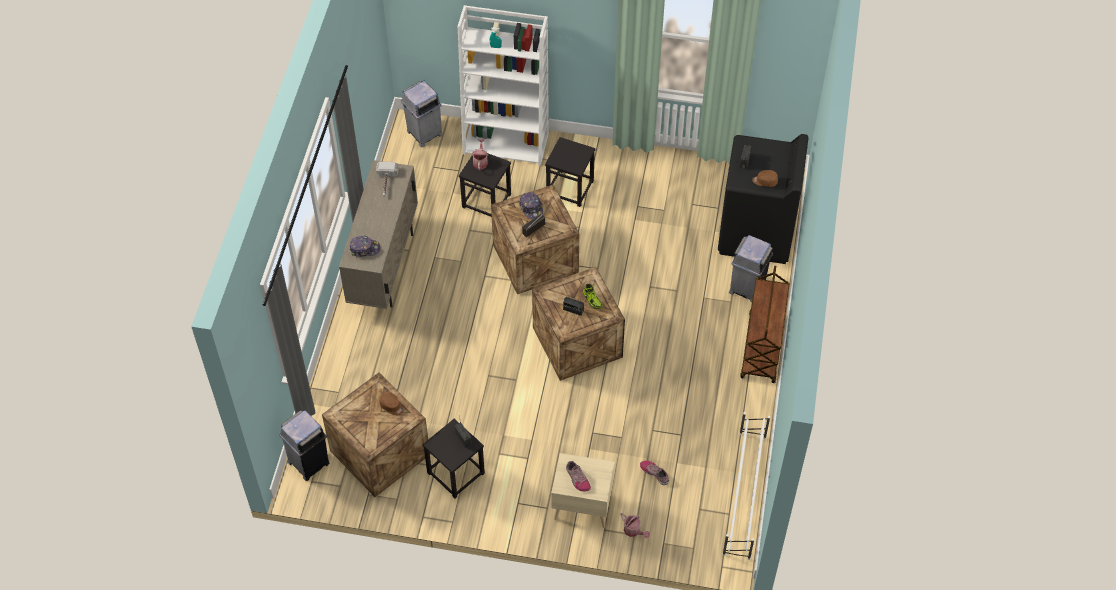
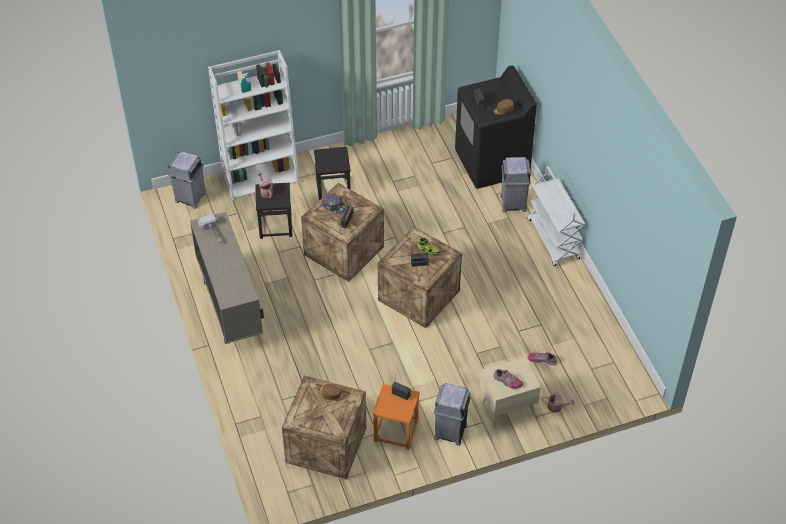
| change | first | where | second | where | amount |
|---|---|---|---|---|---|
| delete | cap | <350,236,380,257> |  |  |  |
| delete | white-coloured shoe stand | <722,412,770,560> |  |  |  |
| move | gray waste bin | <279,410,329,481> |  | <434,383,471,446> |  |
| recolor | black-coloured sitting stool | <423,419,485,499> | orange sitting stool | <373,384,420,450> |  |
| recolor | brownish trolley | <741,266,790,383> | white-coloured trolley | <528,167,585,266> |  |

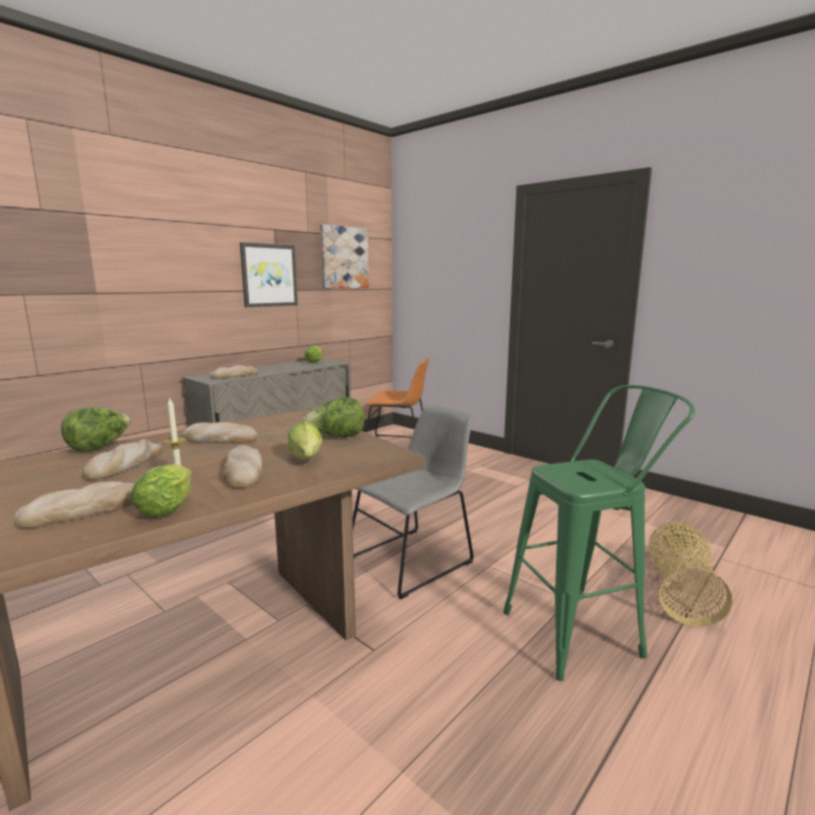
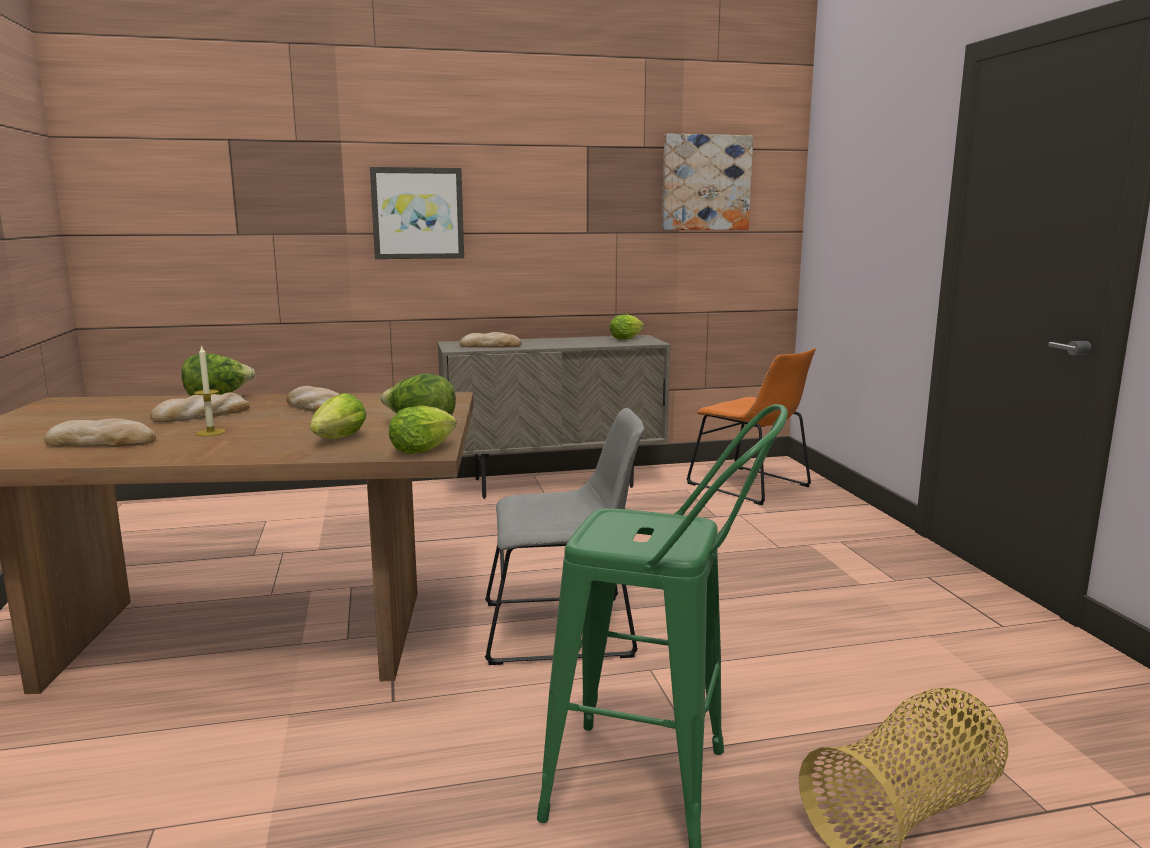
| change | first | where | second | where | amount |
|---|---|---|---|---|---|
| delete | baked bread | <224,445,262,488> |  |  |  |
| move | head of lettuce | <131,464,192,517> |  | <389,405,457,454> |  |
| move | picture | <240,242,298,307> |  | <370,167,464,259> |  |

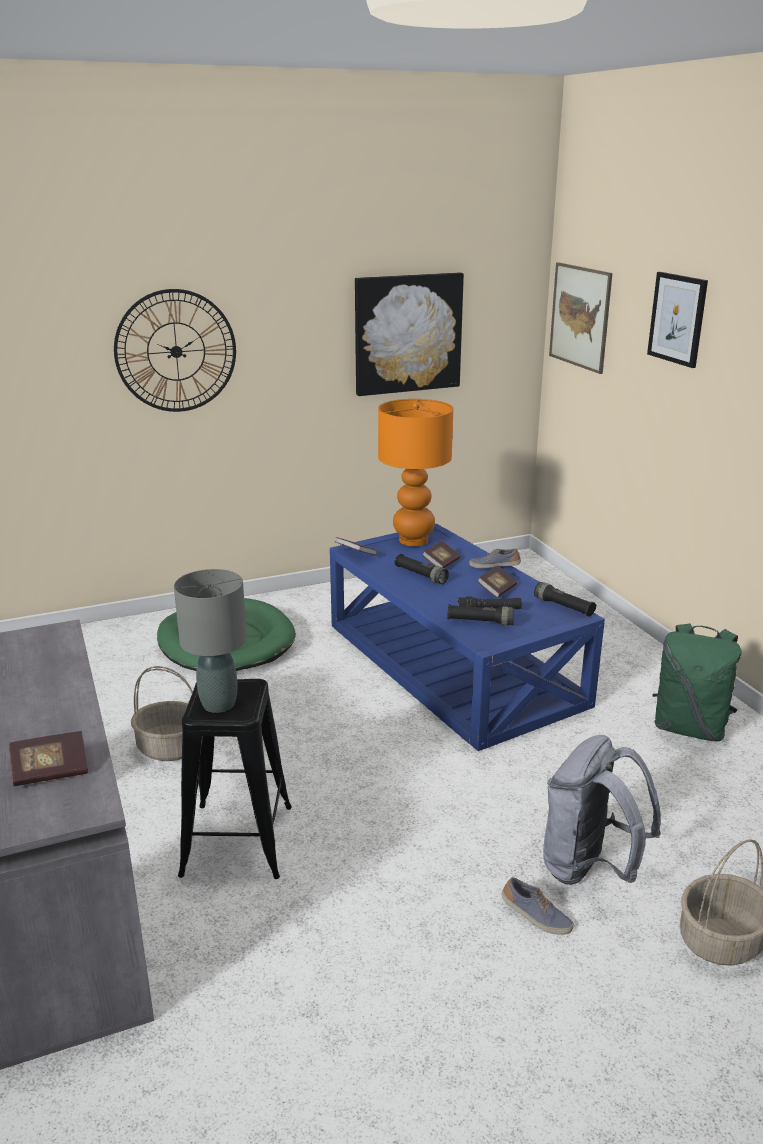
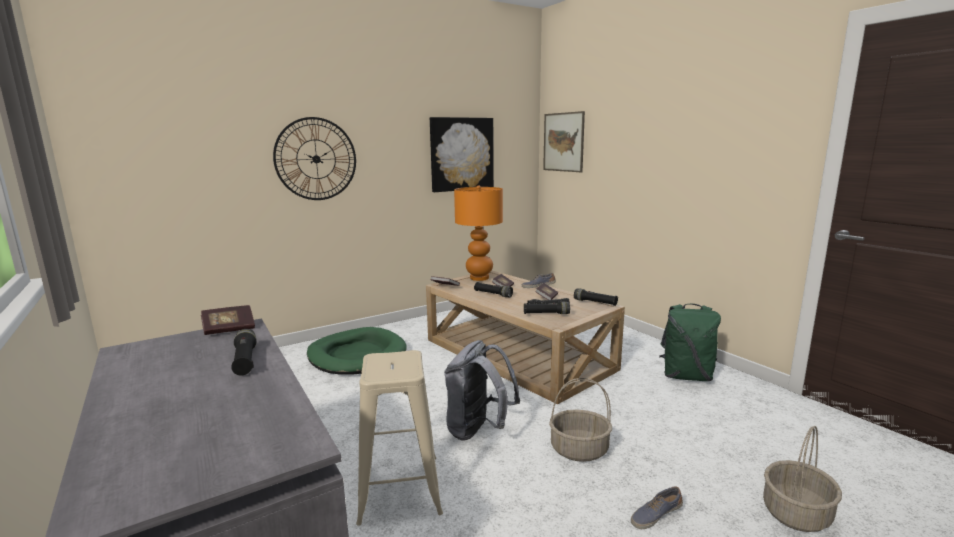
| change | first | where | second | where | amount |
|---|---|---|---|---|---|
| delete | gray table lamp | <174,569,247,713> |  |  |  |
| delete | picture | <647,272,708,368> |  |  |  |
| insert |  |  | black-coloured flashlight | <231,329,257,375> |  |
| move | book | <9,731,88,786> |  | <201,305,255,335> |  |
| move | storage basket | <131,666,193,761> |  | <549,378,612,462> |  |
| move | gray backpack | <543,735,661,885> |  | <444,340,520,440> |  |
| recolor | black-coloured sitting stool | <178,679,292,879> | sand-coloured sitting stool | <356,350,443,526> |  |
| recolor | blue-coloured low table | <330,524,605,751> | sand-coloured low table | <426,271,625,404> |  |
| rotate | shoe | <502,877,574,935> |  | <631,486,683,529> | 135 degrees clockwise |

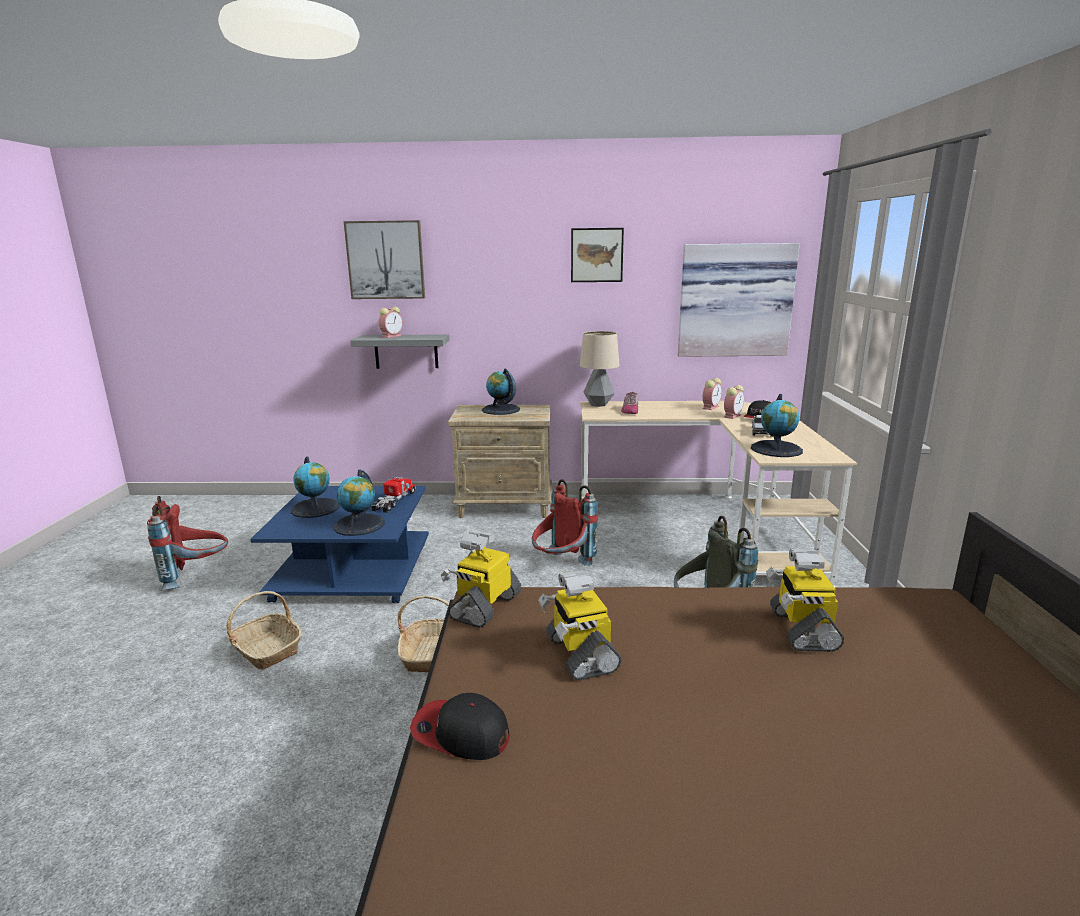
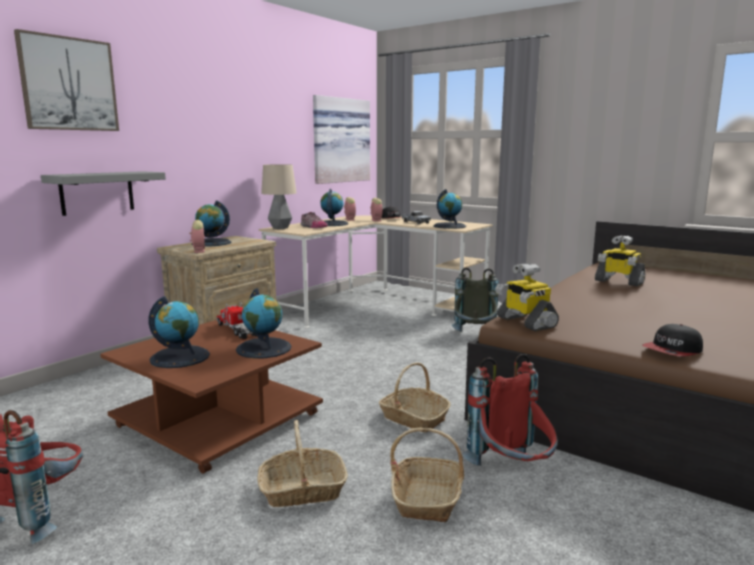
| change | first | where | second | where | amount |
|---|---|---|---|---|---|
| delete | robot figure | <538,570,621,681> |  |  |  |
| delete | picture | <571,228,624,282> |  |  |  |
| insert |  |  | world globe | <320,189,348,226> |  |
| insert |  |  | storage basket | <390,428,464,522> |  |
| move | alarm clock | <379,307,403,338> |  | <189,220,205,253> |  |
| move | red-coloured backpack | <532,479,598,566> |  | <462,354,558,466> |  |
| recolor | blue-coloured low table | <250,486,429,603> | brownish low table | <100,320,323,474> |  |

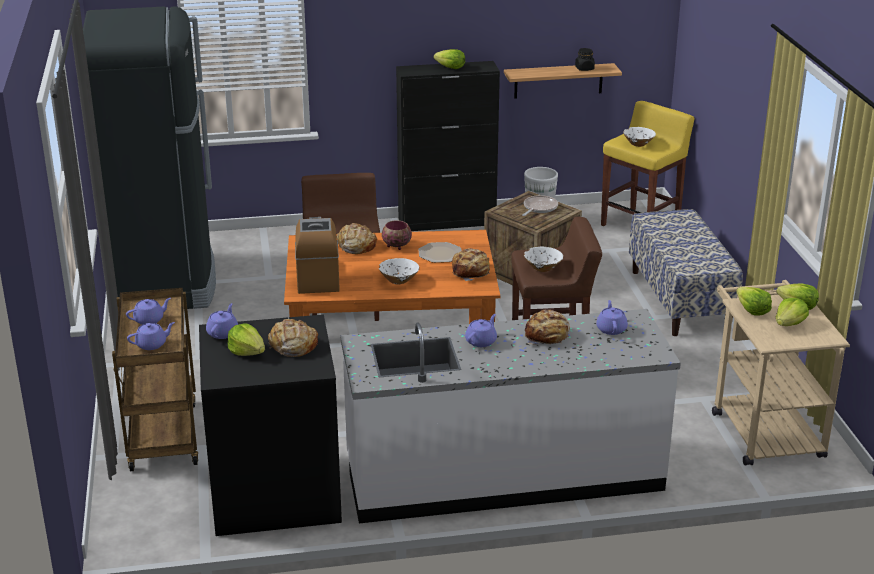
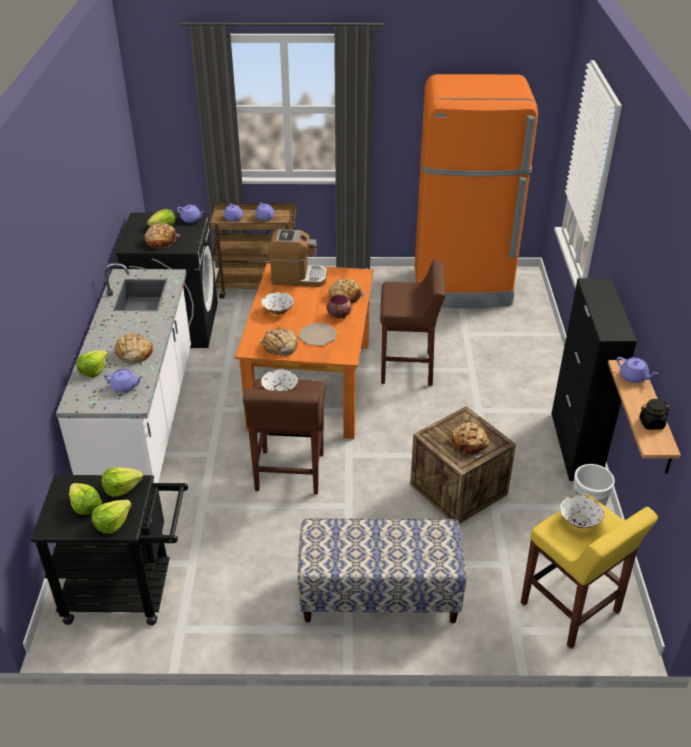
| change | first | where | second | where | amount |
|---|---|---|---|---|---|
| move | head of lettuce | <434,49,465,69> |  | <76,350,108,377> |  |
| move | purplish pot for tea | <465,314,497,347> |  | <617,357,659,383> |  |
| replace | frying pan | <523,195,558,216> | baked bread | <450,423,489,458> |  |
| recolor | black-coloured fridge | <83,6,216,309> | orange fridge | <415,74,538,308> |  |
| recolor | sand-coloured trolley | <712,280,850,466> | black-coloured trolley | <31,475,188,625> |  |

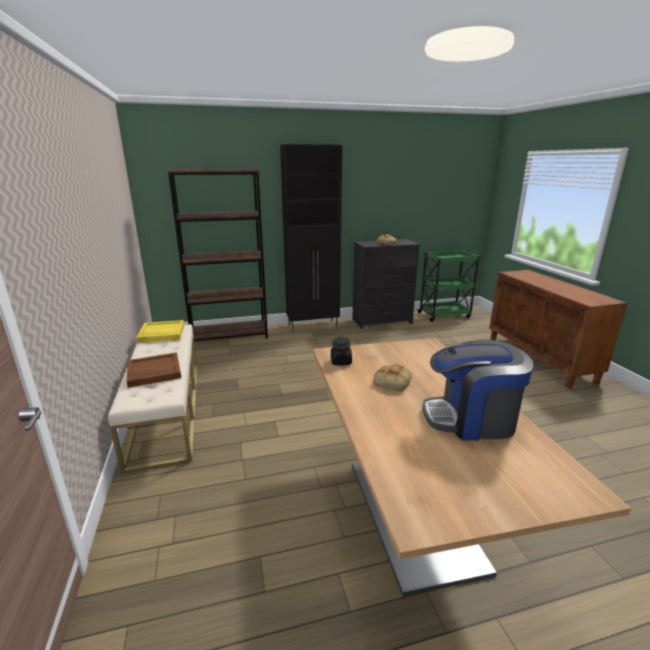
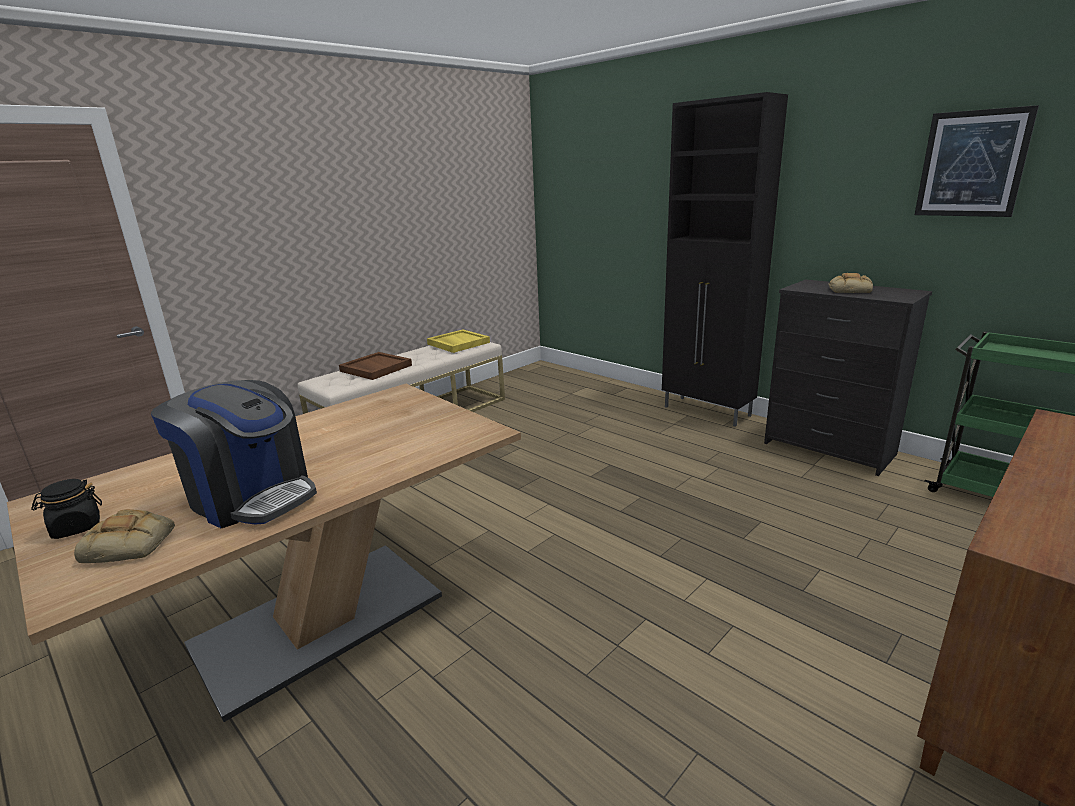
| change | first | where | second | where | amount |
|---|---|---|---|---|---|
| delete | brownish bookshelf | <167,169,268,341> |  |  |  |
| insert |  |  | picture | <915,105,1039,217> |  |
| move | black-coloured jar | <331,337,352,365> |  | <31,479,102,539> |  |
| move | baked bread | <373,363,412,392> |  | <74,509,175,563> |  |
| rotate | coffee maker | <422,340,533,441> |  | <151,380,317,528> | 150 degrees clockwise |

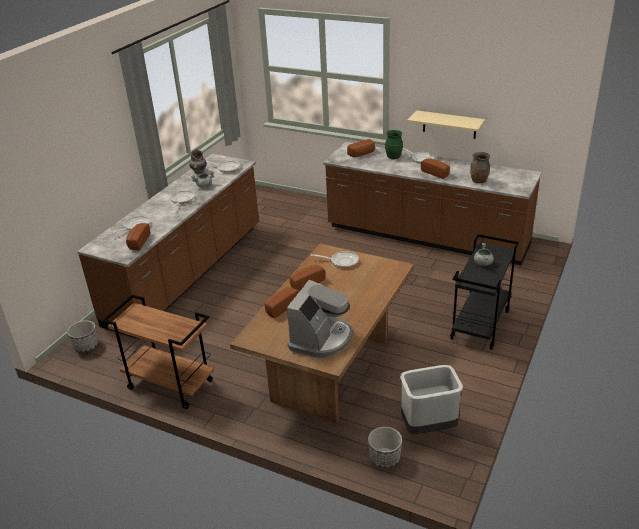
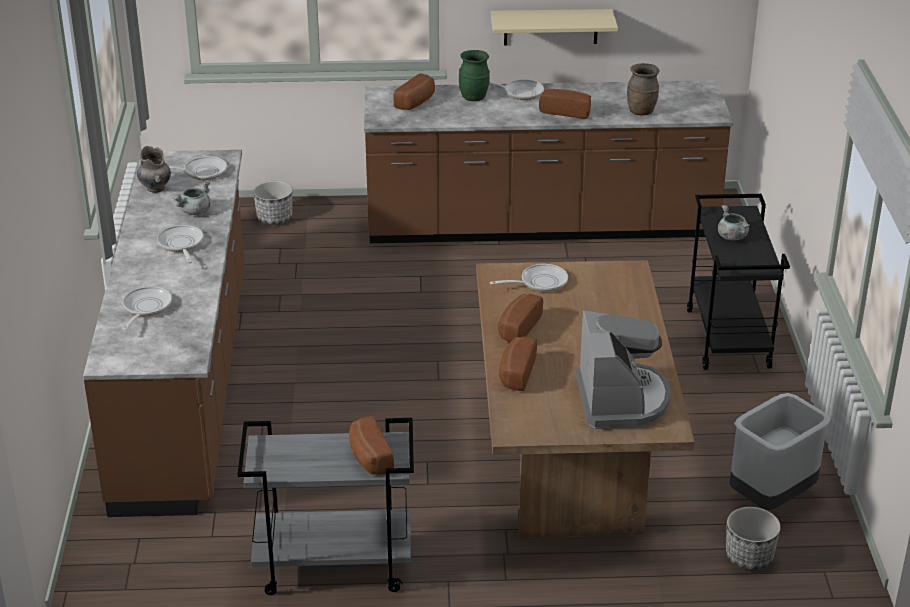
| change | first | where | second | where | amount |
|---|---|---|---|---|---|
| move | planter | <67,320,98,353> |  | <253,181,293,225> |  |
| move | baked bread | <126,223,150,250> |  | <349,416,394,475> |  |
| recolor | brownish trolley | <103,294,214,409> | gray trolley | <238,418,414,595> |  |

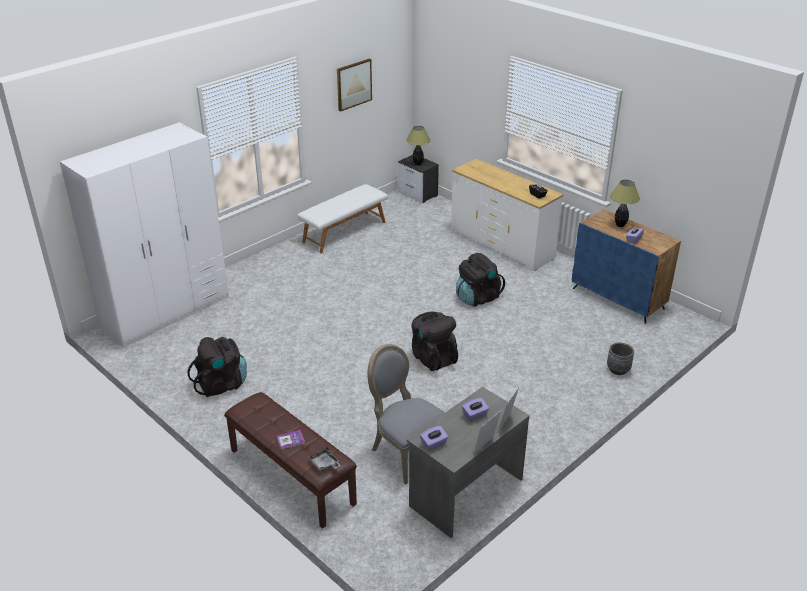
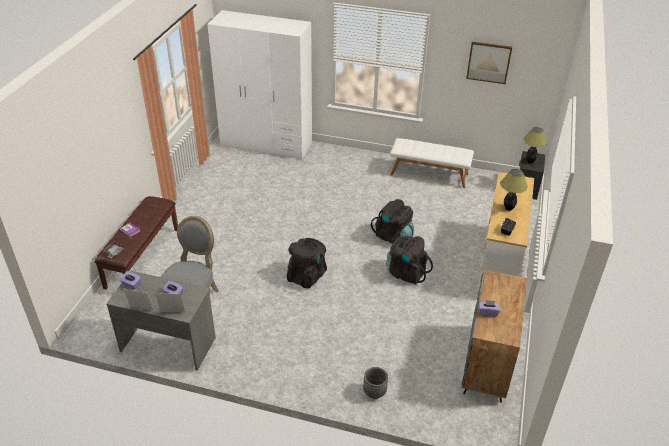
| change | first | where | second | where | amount |
|---|---|---|---|---|---|
| move | black-coloured backpack | <188,337,247,397> |  | <371,199,414,243> |  |
| move | table lamp | <610,180,640,227> |  | <500,169,528,211> |  |
| recolor | blue-coloured cupboard | <572,209,681,324> | gray cupboard | <462,270,527,403> |  |

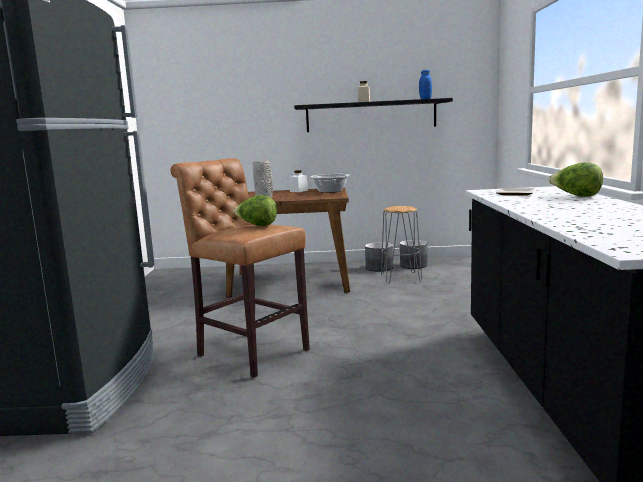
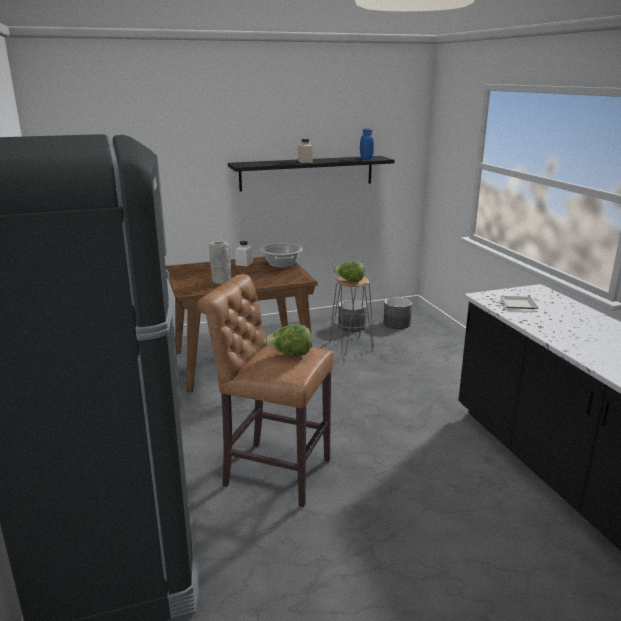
| change | first | where | second | where | amount |
|---|---|---|---|---|---|
| move | gray planter | <365,242,393,272> |  | <384,297,412,329> |  |
| move | head of lettuce | <549,162,603,197> |  | <334,261,365,282> |  |

